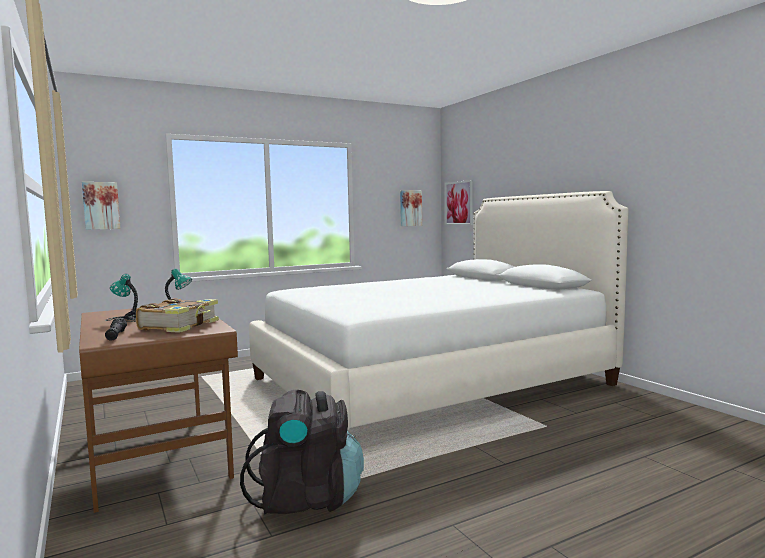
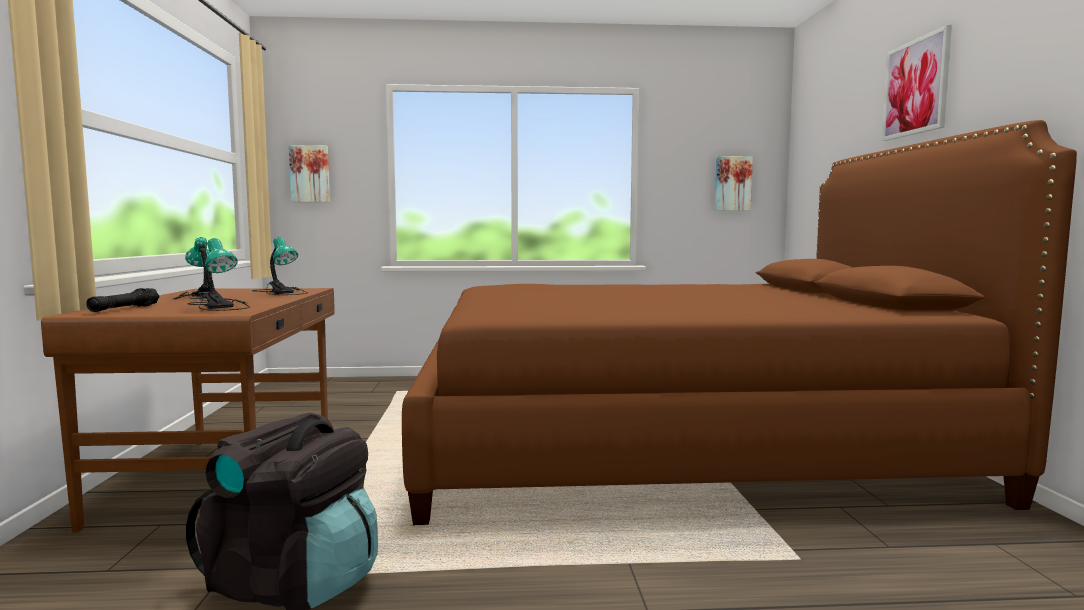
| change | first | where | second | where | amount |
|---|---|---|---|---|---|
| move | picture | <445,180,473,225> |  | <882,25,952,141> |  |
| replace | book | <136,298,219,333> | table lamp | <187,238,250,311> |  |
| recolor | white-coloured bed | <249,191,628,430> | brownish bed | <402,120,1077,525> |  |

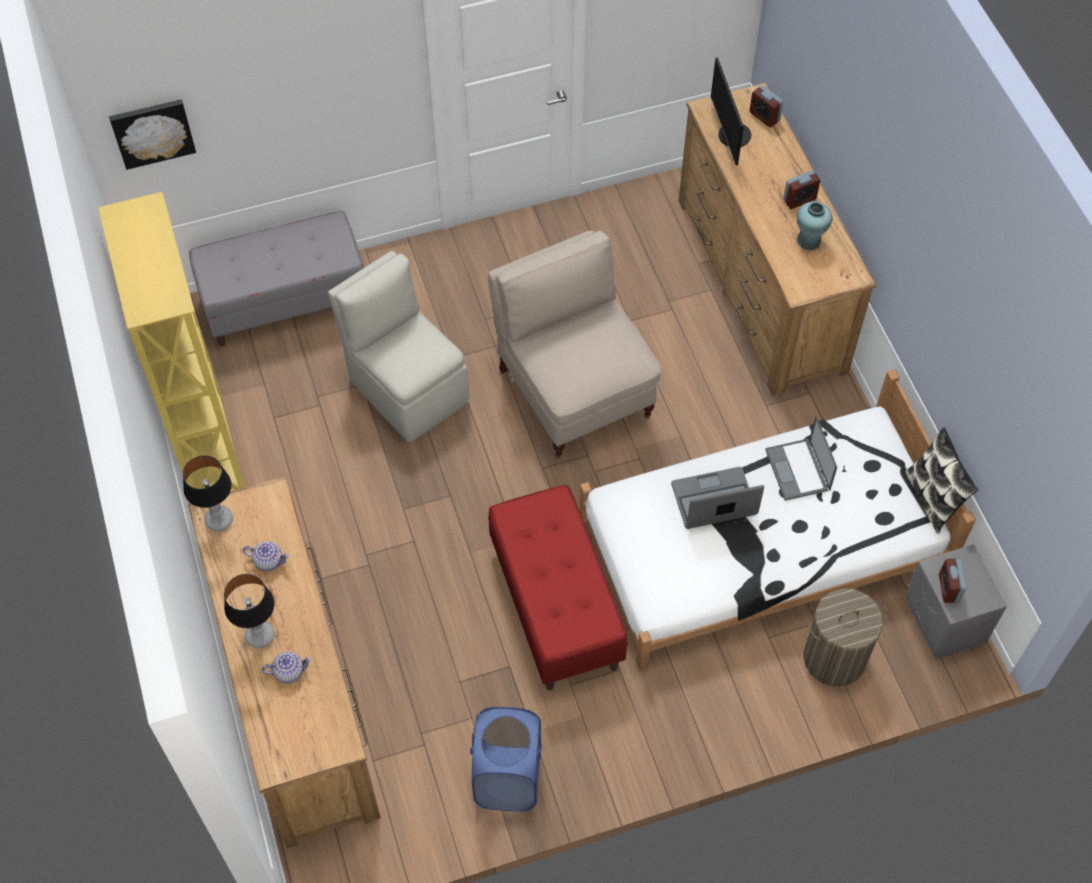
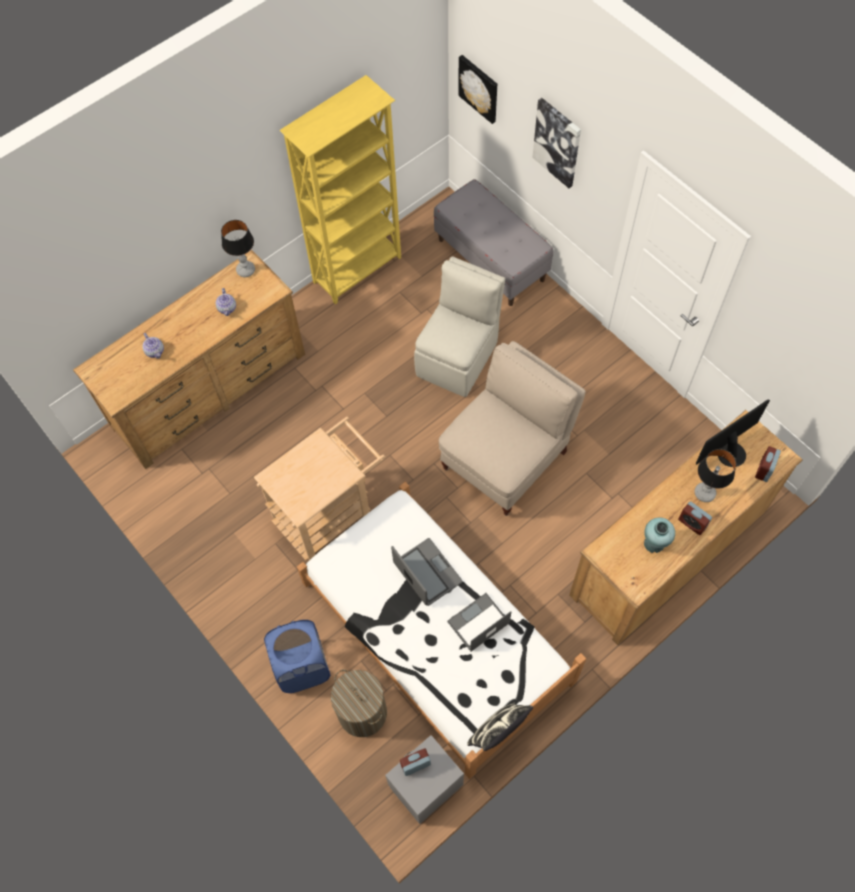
| change | first | where | second | where | amount |
|---|---|---|---|---|---|
| insert |  |  | picture | <532,98,581,188> |  |
| move | table lamp | <224,574,275,648> |  | <695,449,736,502> |  |
| move | blue-coloured washing basket | <470,707,542,811> |  | <264,620,331,693> |  |
| replace | red-coloured long seat | <488,485,628,690> | sand-coloured trolley | <254,417,385,560> |  |

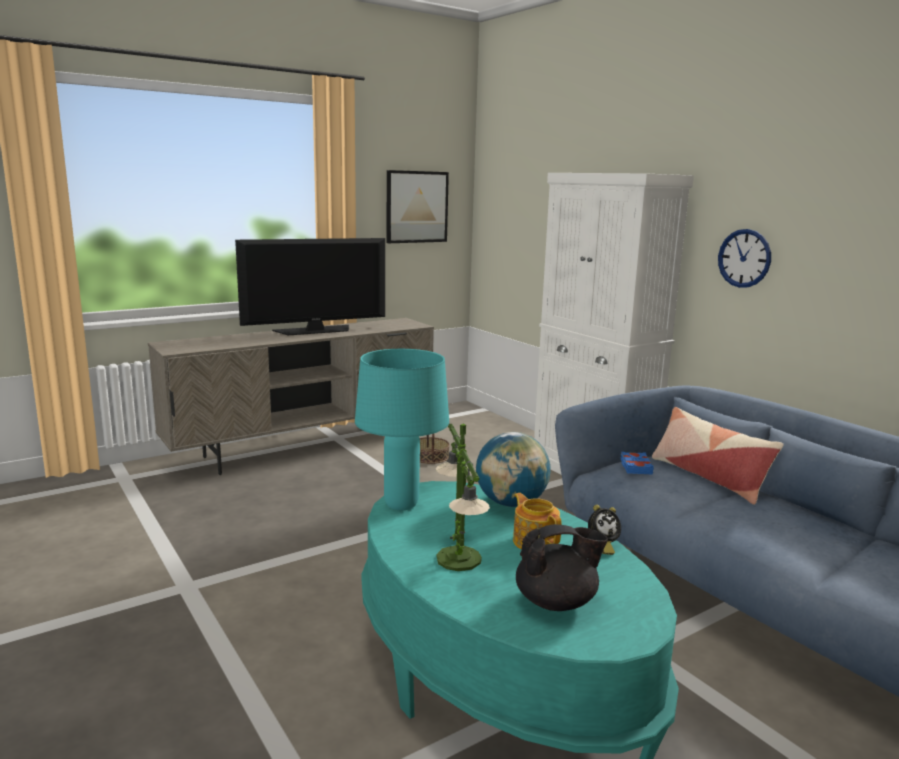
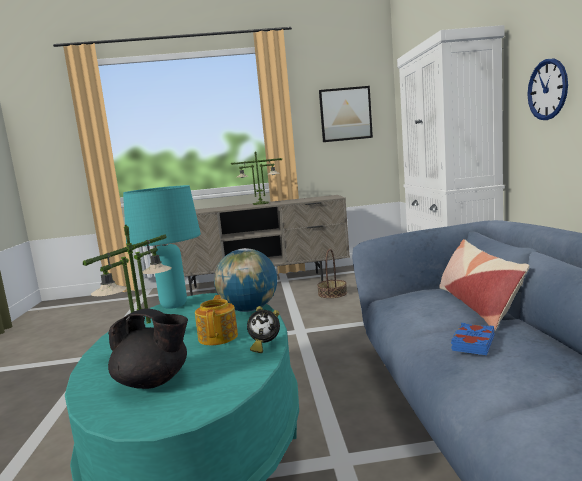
| change | first | where | second | where | amount |
|---|---|---|---|---|---|
| move | blue-coloured book | <620,452,654,474> |  | <451,323,495,355> |  |
| replace | TV set | <235,238,385,335> | table lamp | <230,151,282,205> |  |

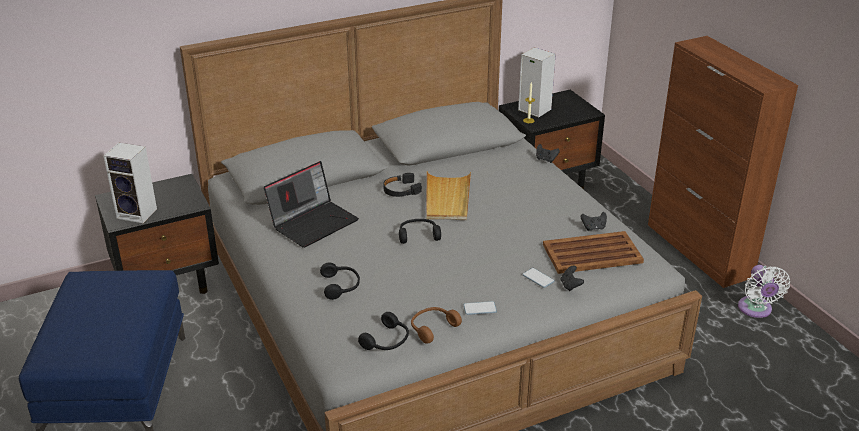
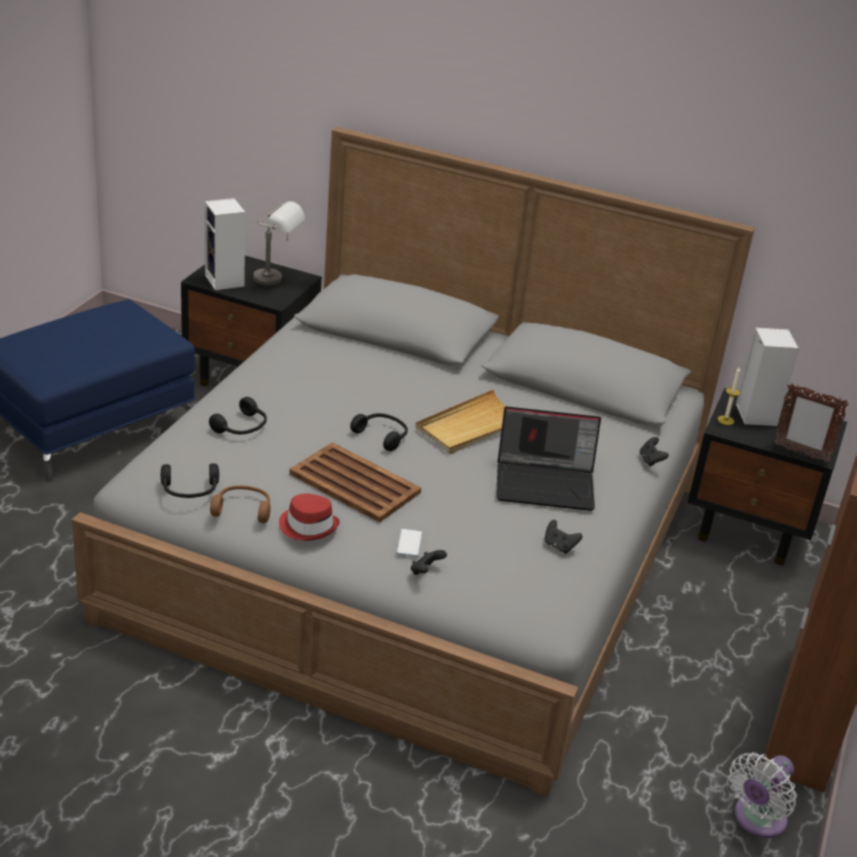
| change | first | where | second | where | amount |
|---|---|---|---|---|---|
| delete | black-coloured pair of headphones | <383,173,422,197> |  |  |  |
| insert |  |  | gray table lamp | <253,201,305,285> |  |
| insert |  |  | standing frame | <774,383,849,463> |  |
| move | notebook computer | <264,161,359,248> |  | <496,406,601,511> |  |
| move | brownish serving tray | <543,231,644,274> |  | <289,442,421,523> |  |
| replace | phone | <464,301,497,315> | red-coloured wearable hat | <279,494,340,541> |  |

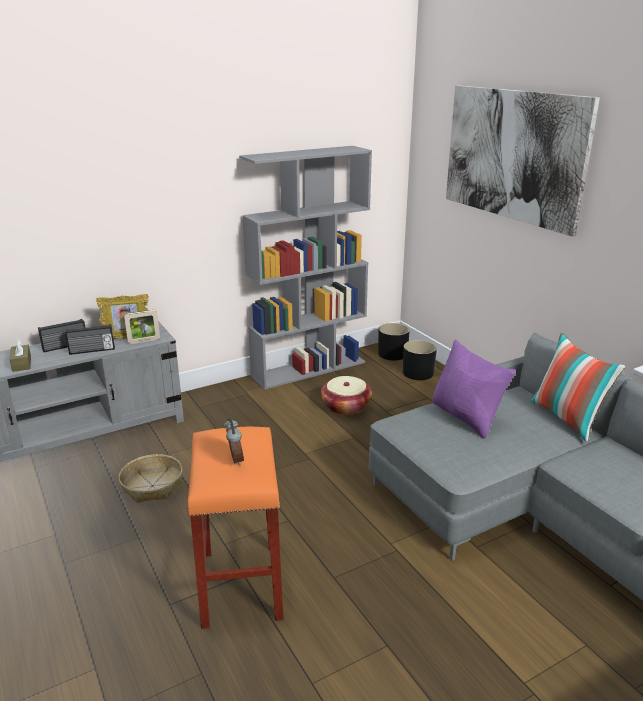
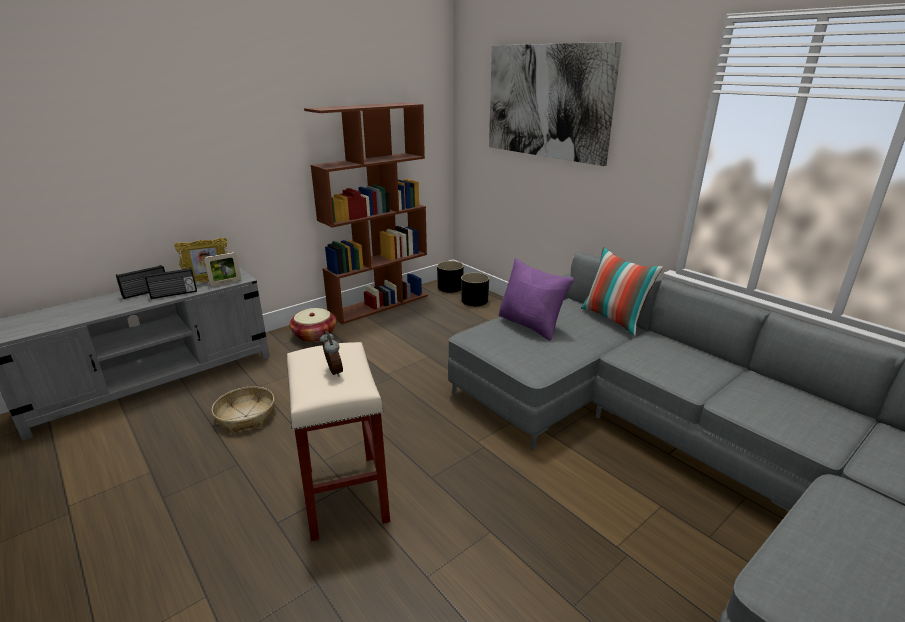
| change | first | where | second | where | amount |
|---|---|---|---|---|---|
| delete | brownish tissue box | <9,340,31,372> |  |  |  |
| move | storage basket | <321,376,372,415> |  | <289,308,337,342> |  |
| recolor | orange sitting stool | <187,427,283,629> | sand-coloured sitting stool | <287,342,390,541> |  |
| recolor | gray bookshelf | <239,146,372,390> | brownish bookshelf | <304,103,428,324> |  |

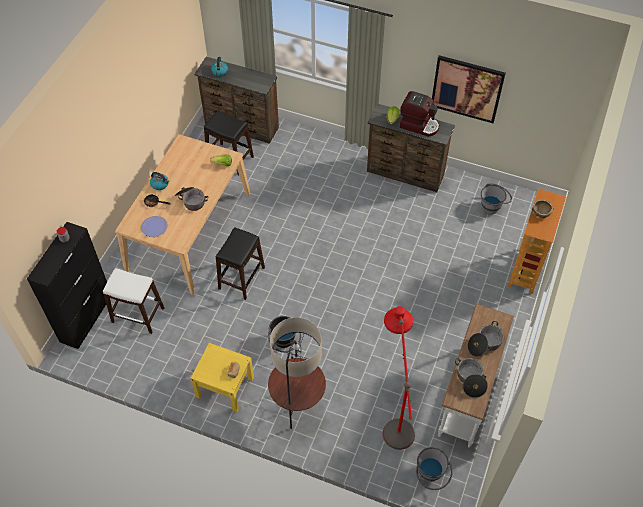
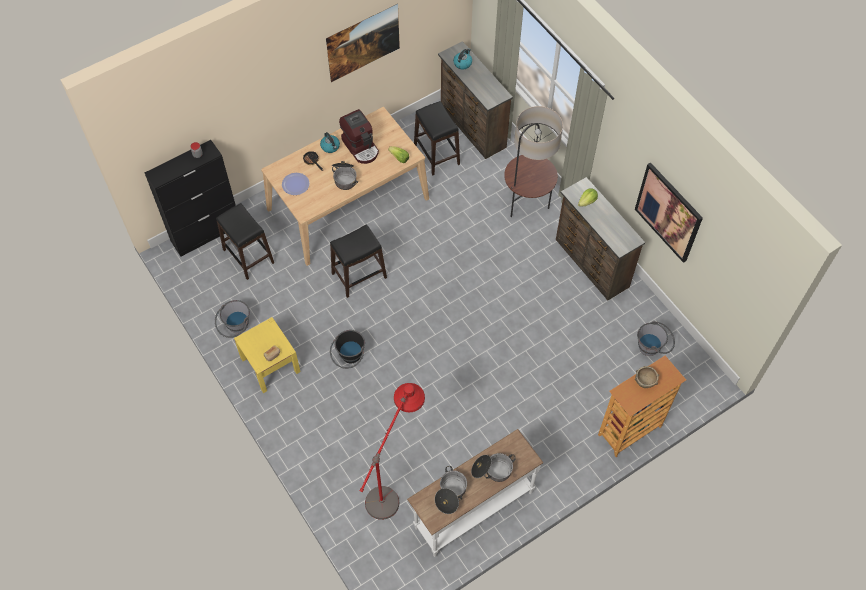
| change | first | where | second | where | amount |
|---|---|---|---|---|---|
| insert |  |  | picture | <326,4,400,82> |  |
| move | standing lamp | <268,317,326,429> |  | <504,106,563,217> |  |
| move | coffee maker | <400,91,439,137> |  | <339,109,379,164> |  |
| move | gray bucket | <416,447,453,490> |  | <215,300,250,338> |  |
| recolor | white-coloured sitting stool | <103,268,164,334> | black-coloured sitting stool | <216,203,274,280> |  |

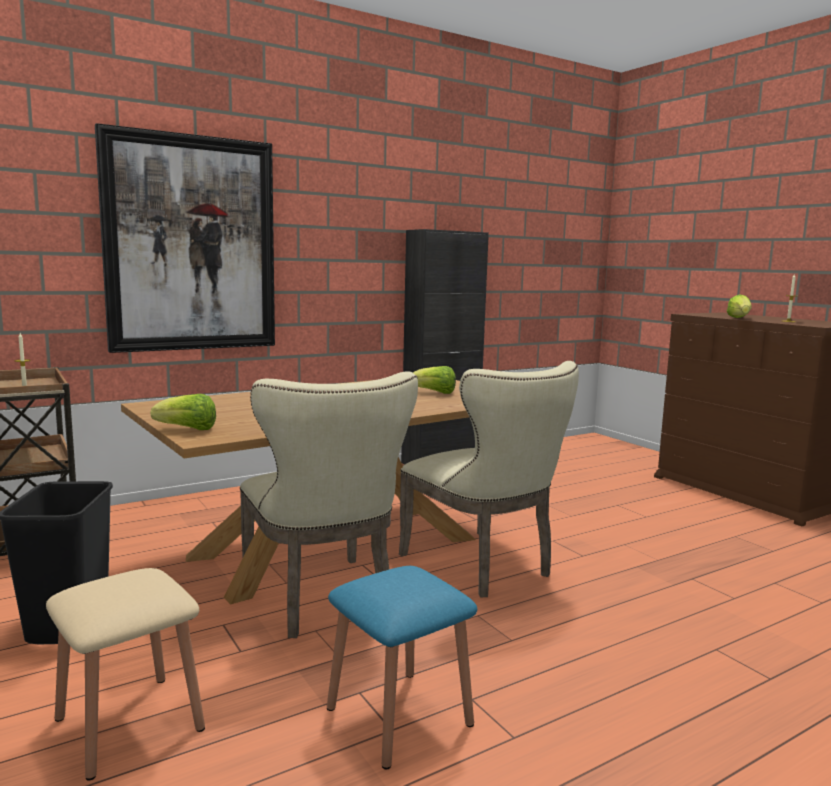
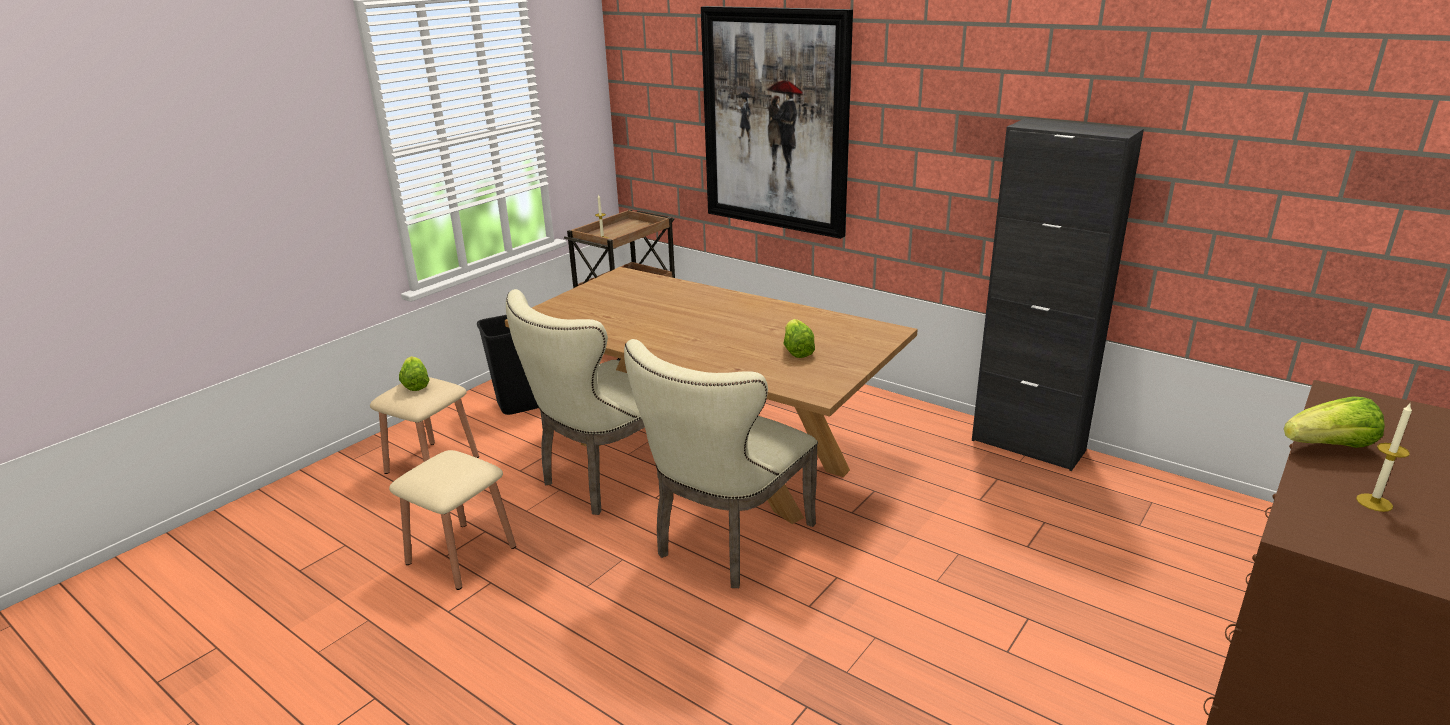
| change | first | where | second | where | amount |
|---|---|---|---|---|---|
| move | head of lettuce | <151,394,216,430> |  | <399,356,430,391> |  |
| recolor | blue-coloured sitting stool | <327,566,477,770> | sand-coloured sitting stool | <389,450,516,590> |  |

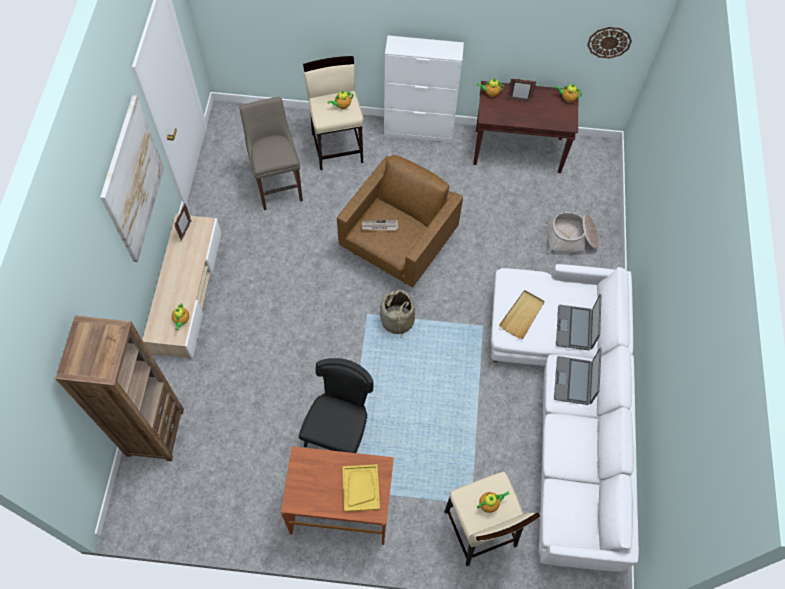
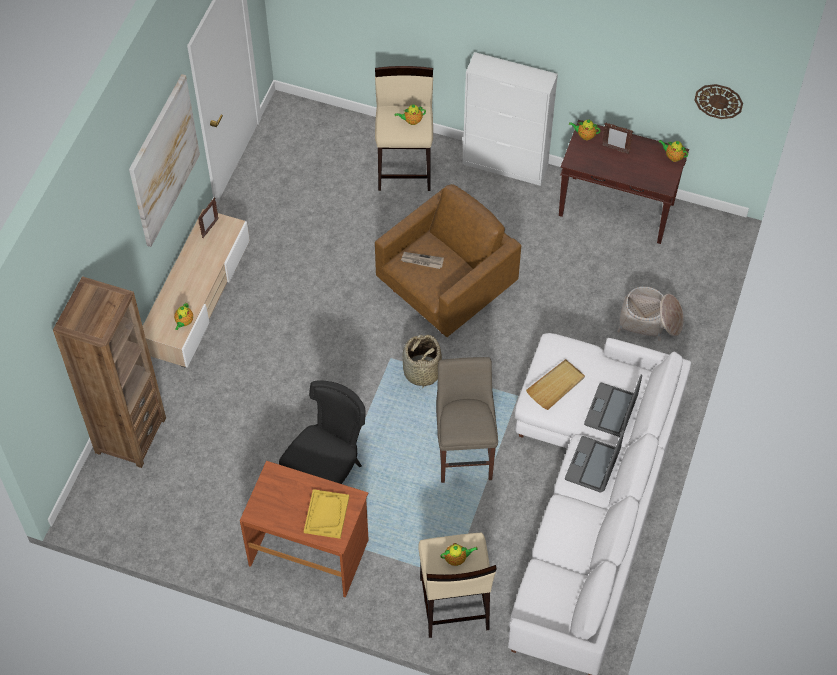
| change | first | where | second | where | amount |
|---|---|---|---|---|---|
| move | sand-coloured sitting stool | <240,97,303,210> |  | <436,357,498,483> |  |

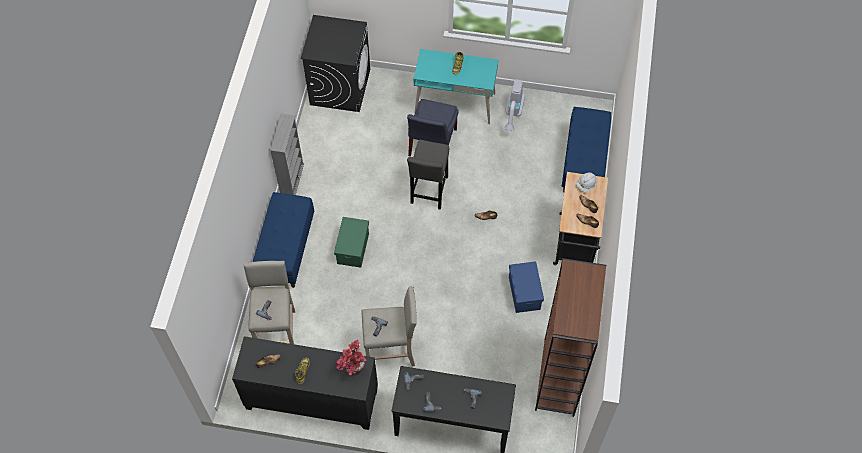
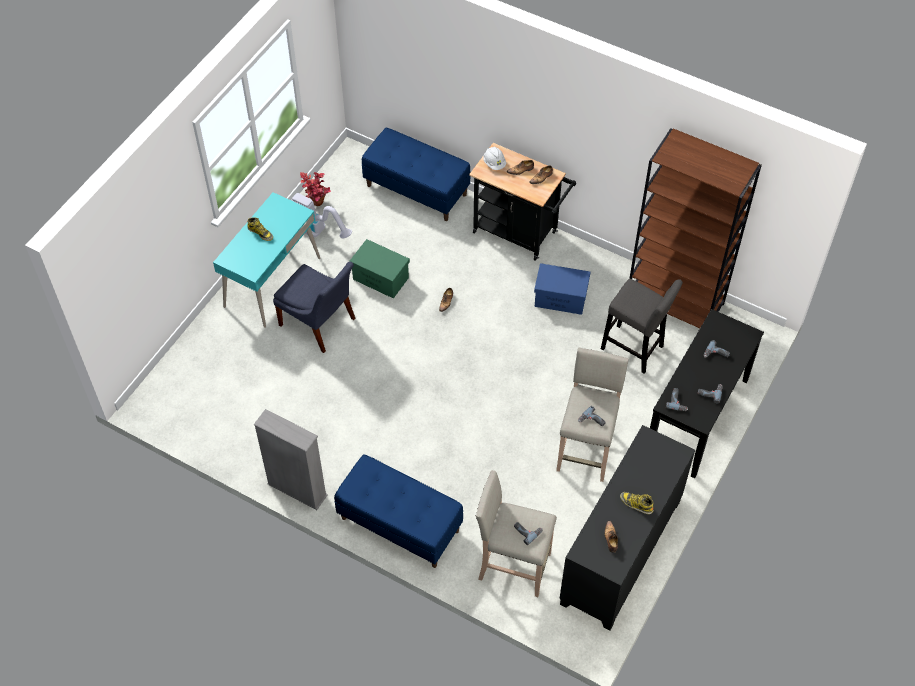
| change | first | where | second | where | amount |
|---|---|---|---|---|---|
| delete | black-coloured laundry machine | <301,15,370,112> |  |  |  |
| move | greenish storage bin | <334,217,369,268> |  | <349,239,410,298> |  |
| move | potted plant | <336,340,367,375> |  | <300,172,331,206> |  |
| move | gray sitting stool | <407,140,449,210> |  | <601,279,683,374> |  |

